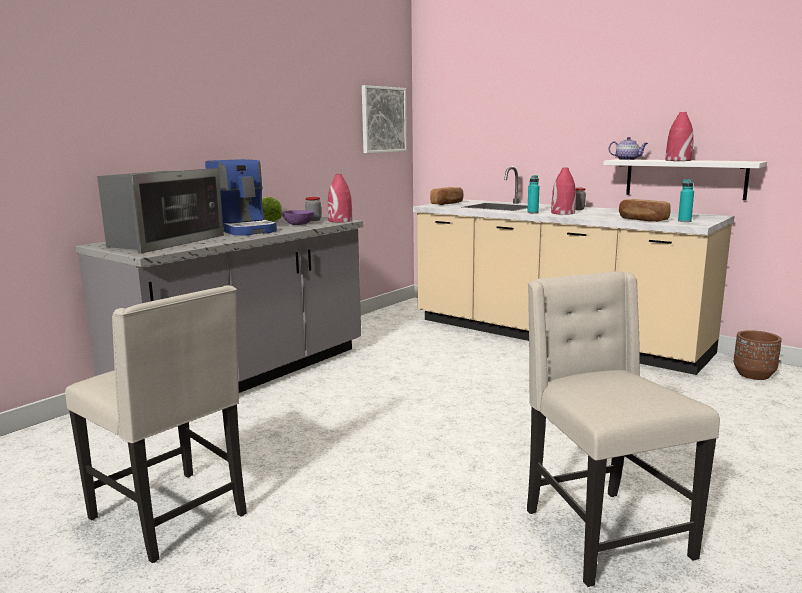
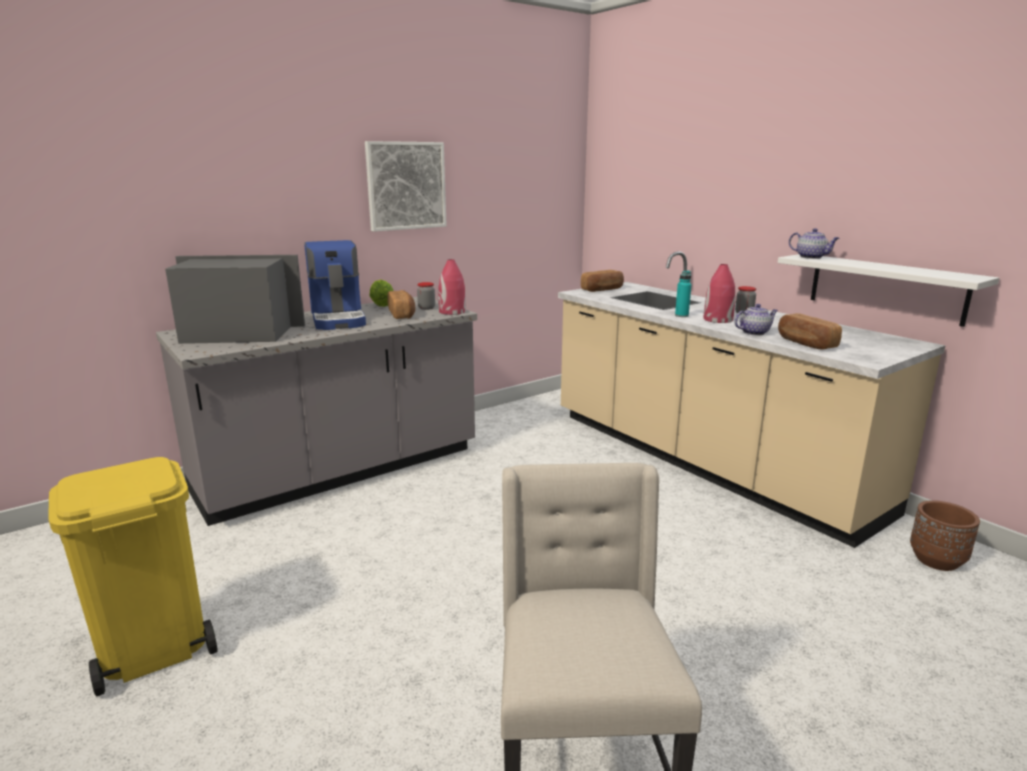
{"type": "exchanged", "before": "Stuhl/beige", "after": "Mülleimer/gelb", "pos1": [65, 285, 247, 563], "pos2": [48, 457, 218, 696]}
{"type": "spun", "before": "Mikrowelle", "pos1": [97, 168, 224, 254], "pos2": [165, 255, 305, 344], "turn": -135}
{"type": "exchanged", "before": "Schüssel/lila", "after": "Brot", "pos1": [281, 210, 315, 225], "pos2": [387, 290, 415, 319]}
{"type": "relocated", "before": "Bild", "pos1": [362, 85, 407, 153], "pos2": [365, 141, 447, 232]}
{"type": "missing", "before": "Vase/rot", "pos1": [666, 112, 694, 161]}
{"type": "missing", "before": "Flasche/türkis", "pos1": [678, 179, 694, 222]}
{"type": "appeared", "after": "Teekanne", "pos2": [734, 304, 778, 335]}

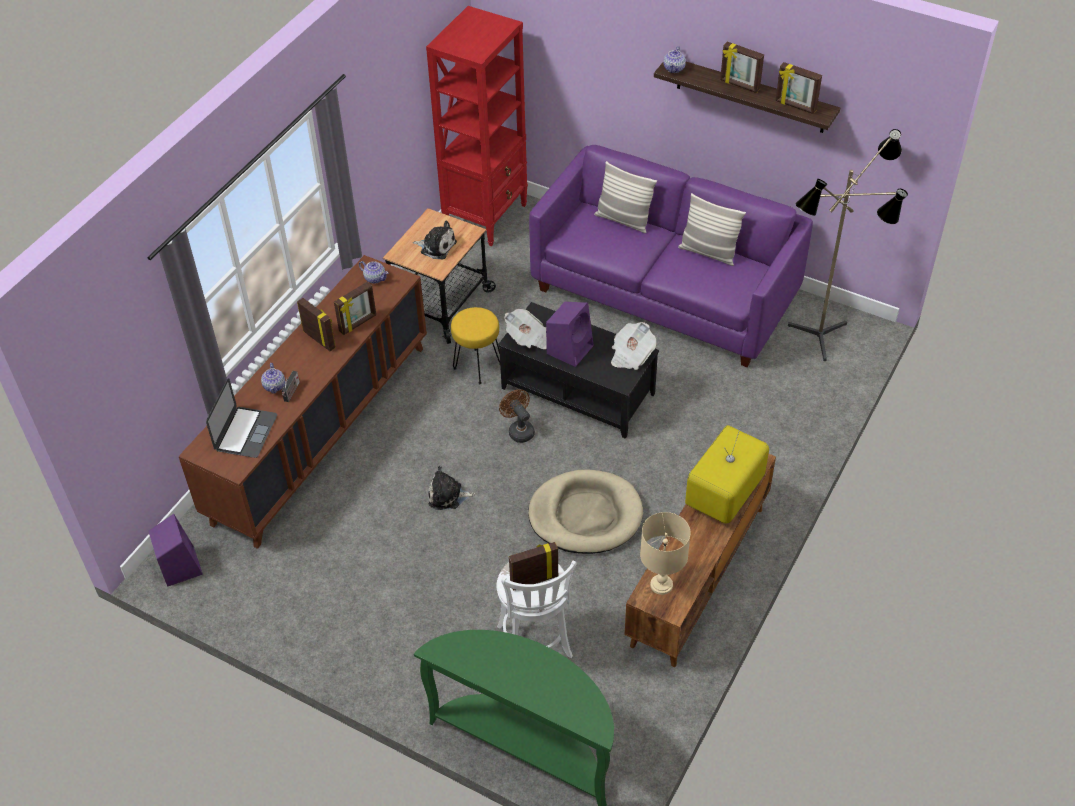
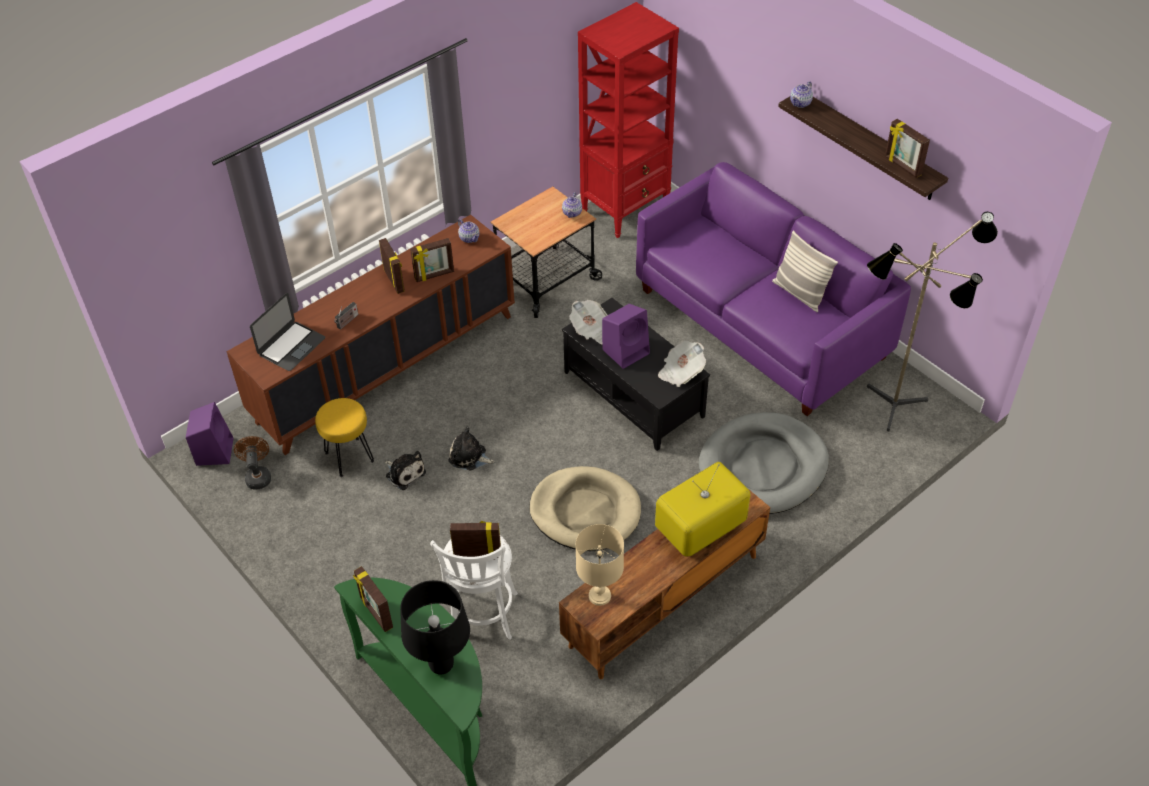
{"type": "relocated", "before": "Teekanne", "pos1": [261, 363, 285, 394], "pos2": [562, 192, 582, 218]}
{"type": "relocated", "before": "Plüschtier", "pos1": [413, 220, 457, 259], "pos2": [384, 451, 426, 490]}
{"type": "relocated", "before": "Hocker/gelb", "pos1": [451, 307, 500, 384], "pos2": [315, 398, 374, 477]}
{"type": "relocated", "before": "Ventilator/braun", "pos1": [499, 389, 535, 443], "pos2": [234, 436, 271, 489]}
{"type": "missing", "before": "Kissen", "pos1": [594, 161, 657, 233]}
{"type": "relocated", "before": "Bilderrahmen", "pos1": [720, 42, 764, 93], "pos2": [353, 566, 393, 632]}
{"type": "appeared", "after": "Tischlampe/schwarz", "pos2": [400, 580, 470, 675]}
{"type": "appeared", "after": "Hundebett/grau", "pos2": [699, 412, 829, 514]}

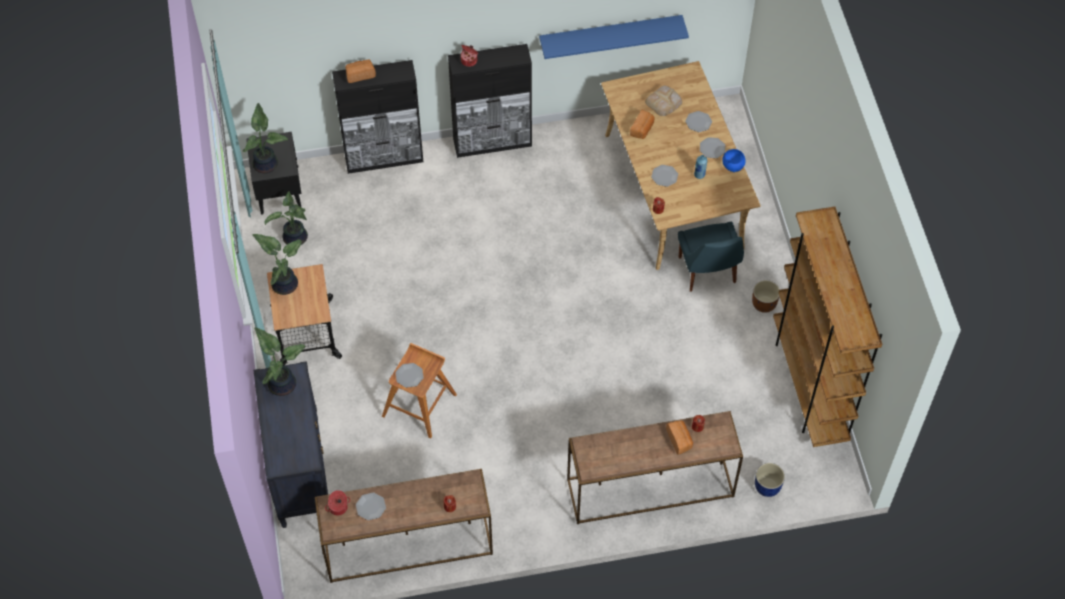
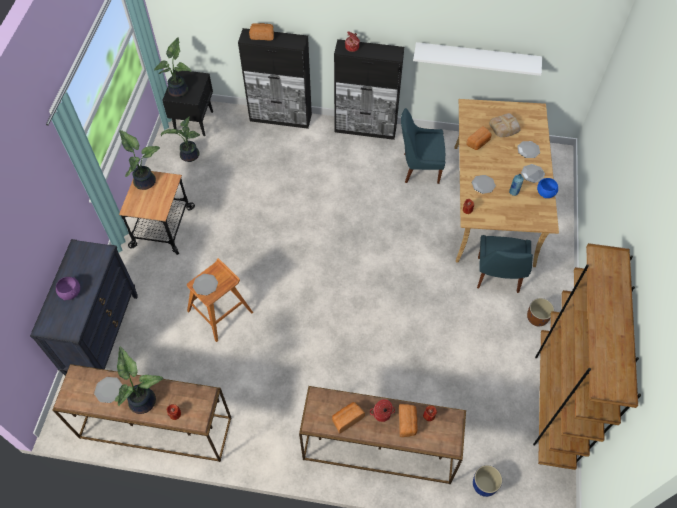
{"type": "relocated", "before": "Topfpflanze", "pos1": [254, 328, 306, 396], "pos2": [115, 347, 163, 414]}
{"type": "relocated", "before": "Kochtopf", "pos1": [325, 490, 350, 516], "pos2": [370, 399, 395, 422]}
{"type": "colour", "before": "Wandregal/blau", "after": "Wandregal/weiß", "pos1": [539, 15, 689, 59], "pos2": [413, 42, 542, 76]}
{"type": "appeared", "after": "Schüssel/lila", "pos2": [56, 277, 80, 300]}
{"type": "appeared", "after": "Brot", "pos2": [332, 402, 365, 433]}
{"type": "appeared", "after": "Stuhl/blau", "pos2": [401, 108, 445, 184]}

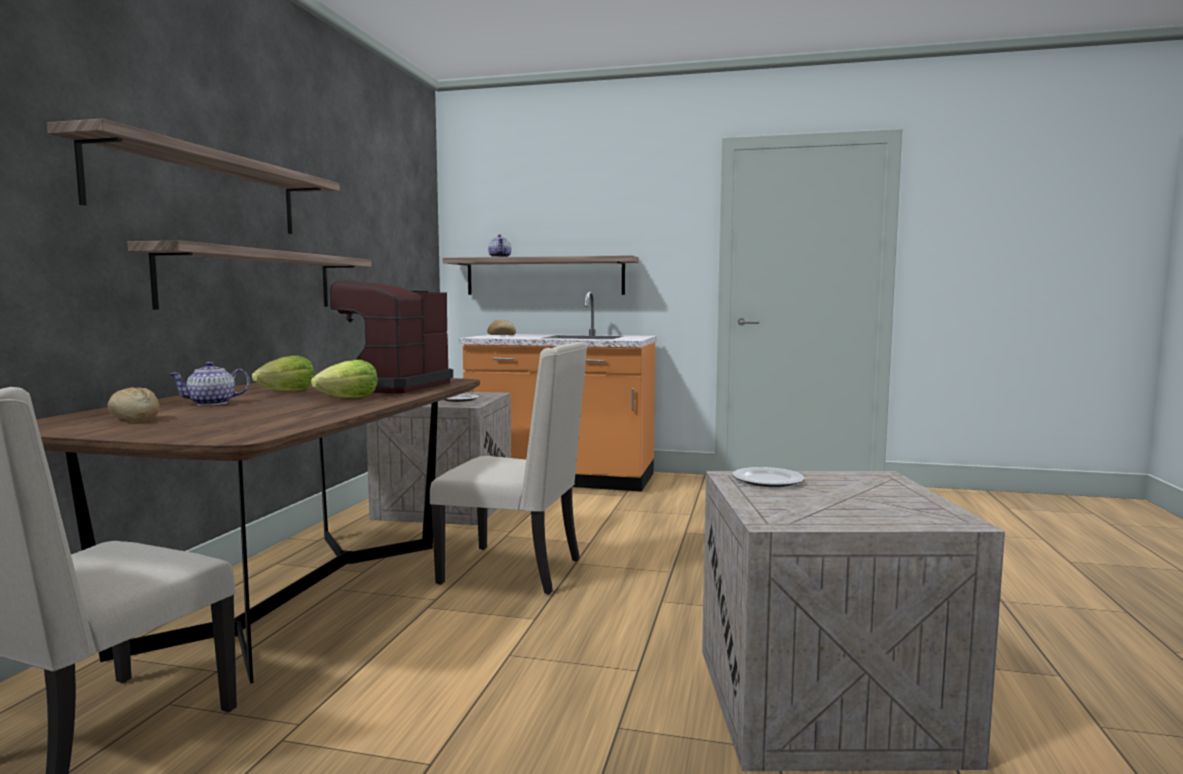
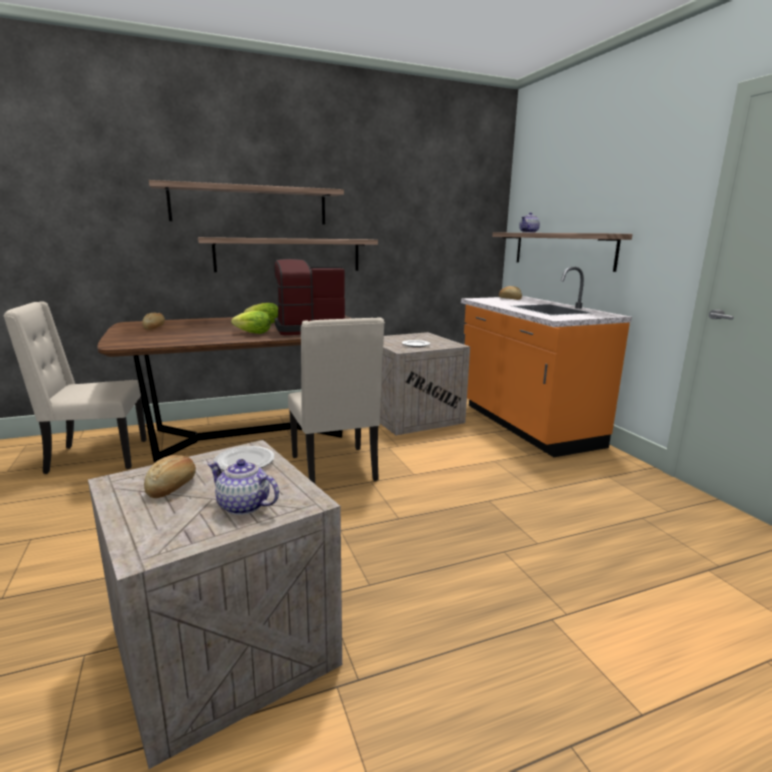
{"type": "relocated", "before": "Teekanne", "pos1": [169, 362, 250, 406], "pos2": [208, 459, 279, 515]}
{"type": "appeared", "after": "Brot", "pos2": [144, 455, 196, 498]}

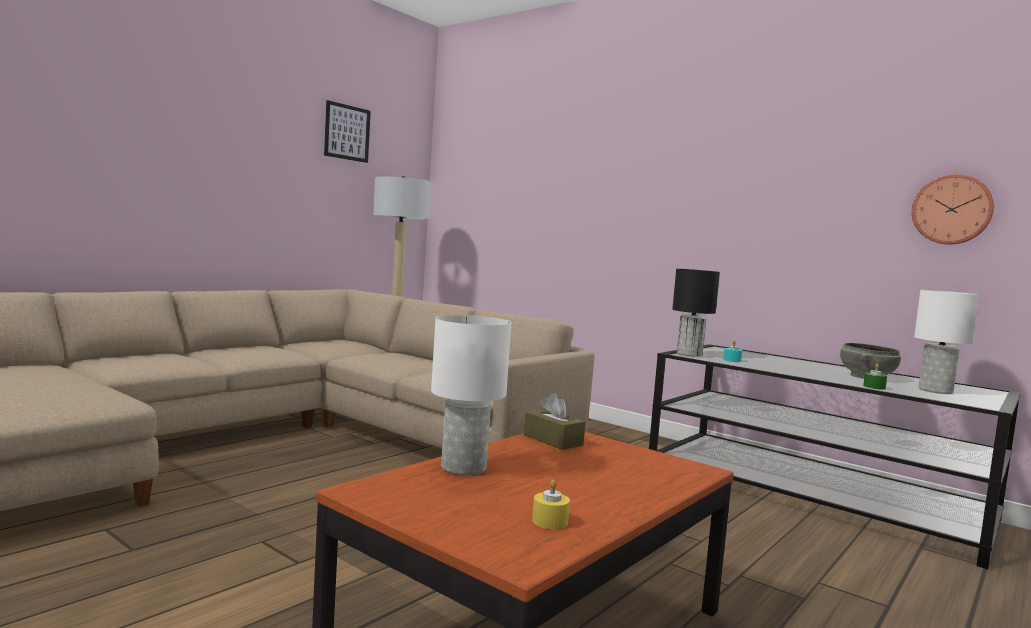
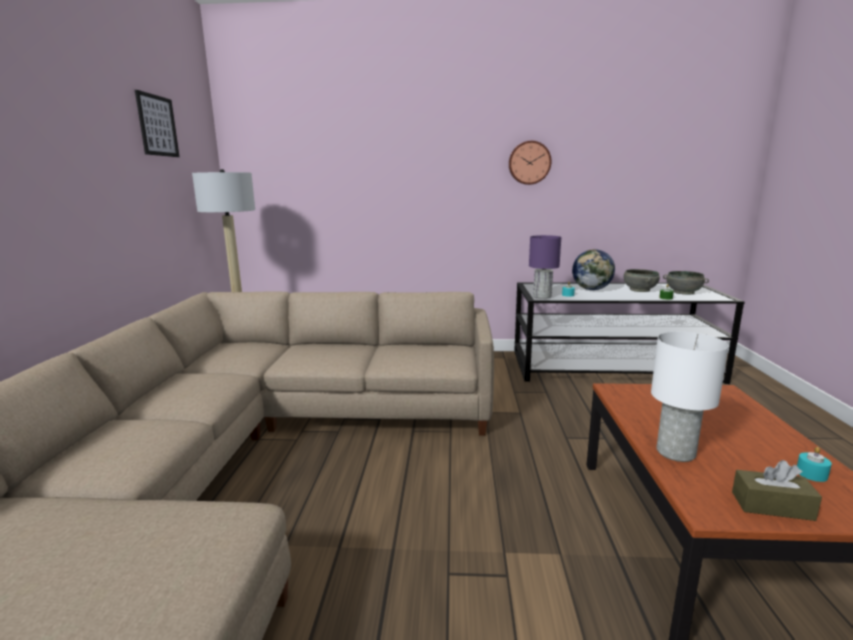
{"type": "relocated", "before": "Taschentuchbox/braun", "pos1": [524, 393, 585, 450], "pos2": [732, 460, 822, 521]}
{"type": "colour", "before": "Kerze/gelb", "after": "Kerze/türkis", "pos1": [532, 480, 570, 529], "pos2": [797, 447, 832, 482]}
{"type": "colour", "before": "Tischlampe/schwarz", "after": "Tischlampe/lila", "pos1": [672, 269, 720, 357], "pos2": [529, 235, 561, 299]}
{"type": "relocated", "before": "Wanduhr", "pos1": [912, 174, 994, 245], "pos2": [509, 141, 552, 185]}
{"type": "exchanged", "before": "Tischlampe/weiß", "after": "Schüssel/grau", "pos1": [914, 290, 979, 394], "pos2": [663, 271, 709, 295]}
{"type": "appeared", "after": "Globus", "pos2": [572, 249, 615, 290]}

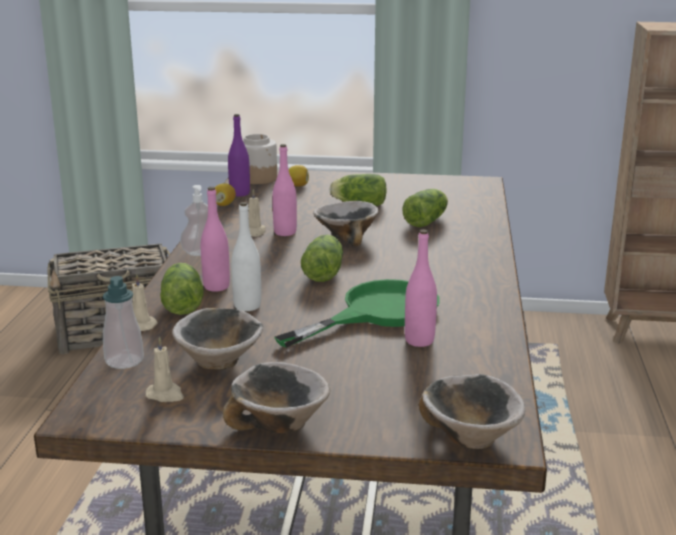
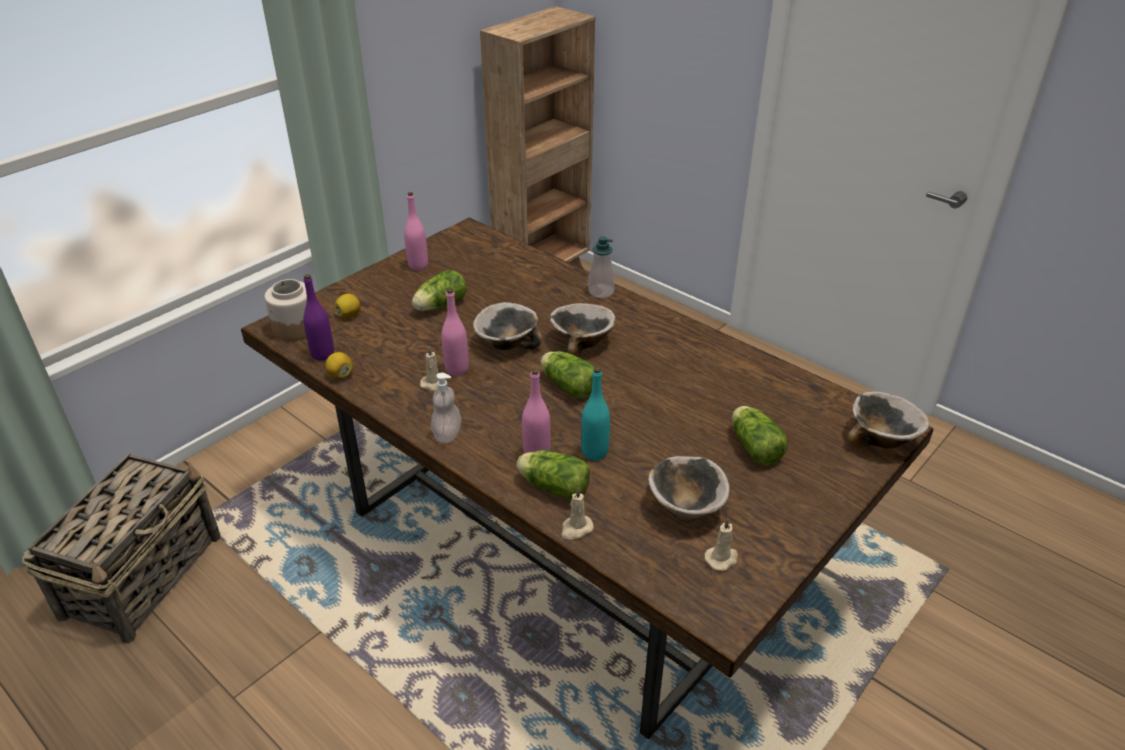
{"type": "relocated", "before": "Seifenspender", "pos1": [103, 276, 144, 369], "pos2": [588, 236, 615, 298]}
{"type": "relocated", "before": "Schüssel", "pos1": [223, 362, 330, 433], "pos2": [549, 303, 616, 357]}
{"type": "colour", "before": "Flasche/weiß", "after": "Flasche/türkis", "pos1": [231, 202, 261, 311], "pos2": [581, 367, 610, 460]}
{"type": "missing", "before": "Pfanne/grün", "pos1": [274, 279, 439, 348]}
{"type": "relocated", "before": "Salatkopf", "pos1": [403, 189, 448, 227], "pos2": [732, 406, 788, 465]}
{"type": "relocated", "before": "Flasche/rosa", "pos1": [405, 229, 437, 347], "pos2": [404, 192, 428, 270]}

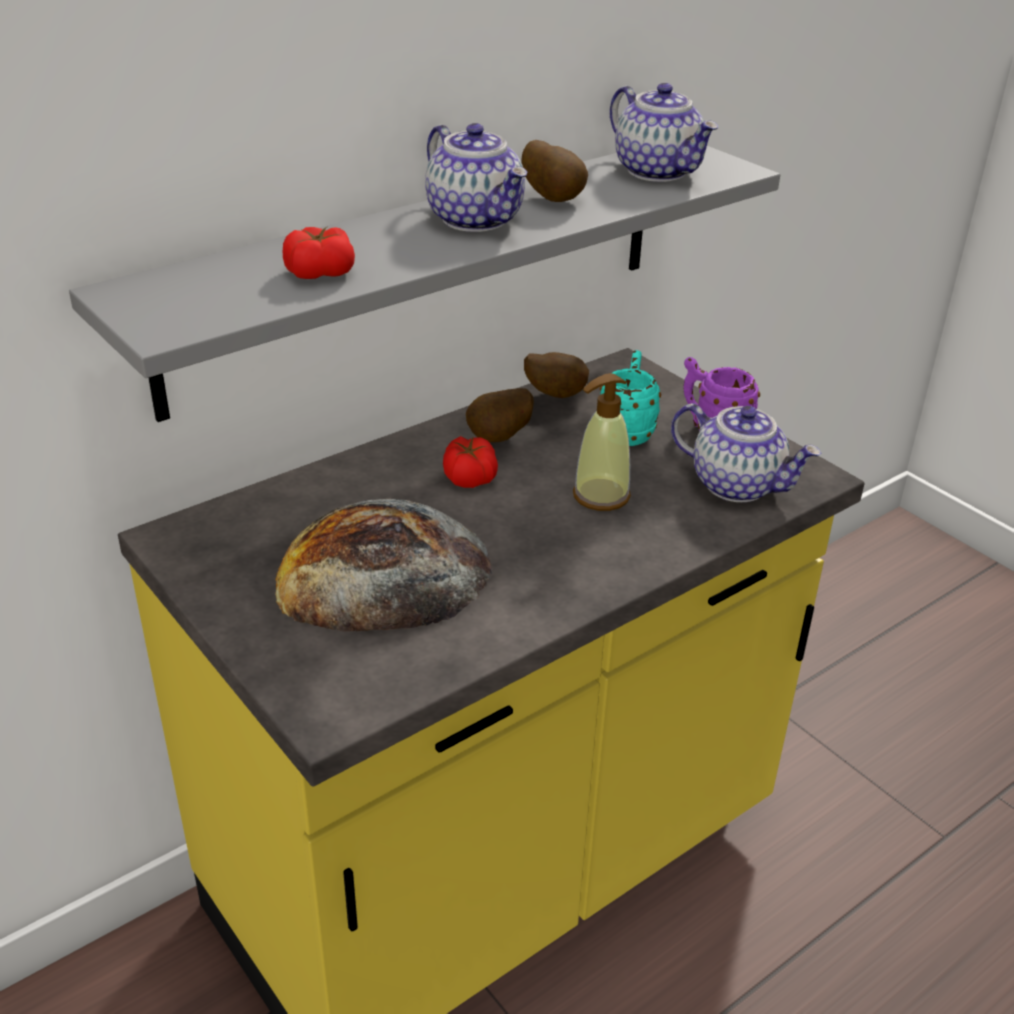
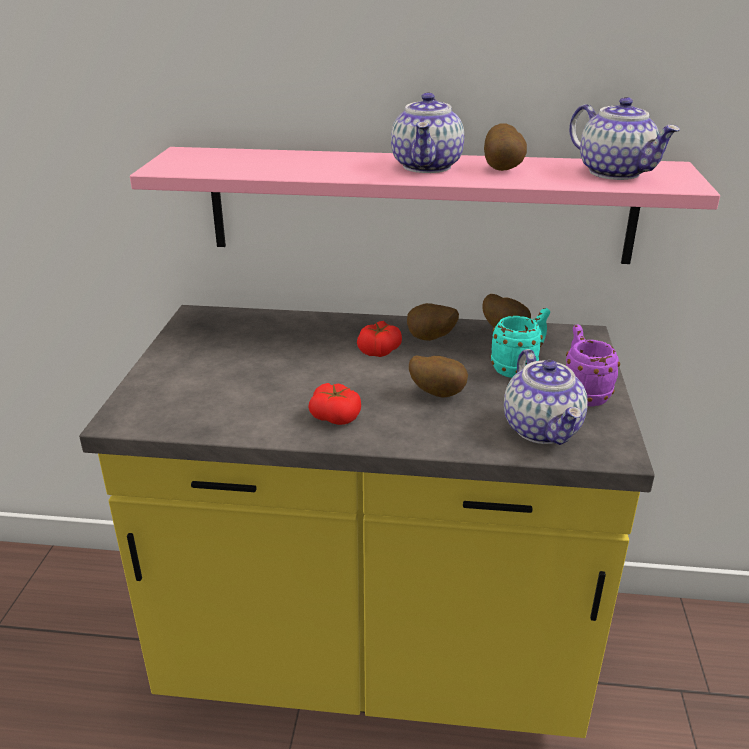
{"type": "colour", "before": "Wandregal/grau", "after": "Wandregal/rosa", "pos1": [69, 146, 780, 422], "pos2": [130, 147, 720, 264]}
{"type": "missing", "before": "Brot", "pos1": [275, 499, 493, 631]}
{"type": "relocated", "before": "Tomate", "pos1": [283, 226, 355, 279], "pos2": [308, 383, 361, 425]}
{"type": "exchanged", "before": "Seifenspender", "after": "Kartoffel", "pos1": [573, 373, 631, 511], "pos2": [409, 355, 468, 398]}
{"type": "spun", "before": "Teekanne", "pos1": [610, 83, 718, 182], "pos2": [569, 97, 680, 180], "turn": -45}

